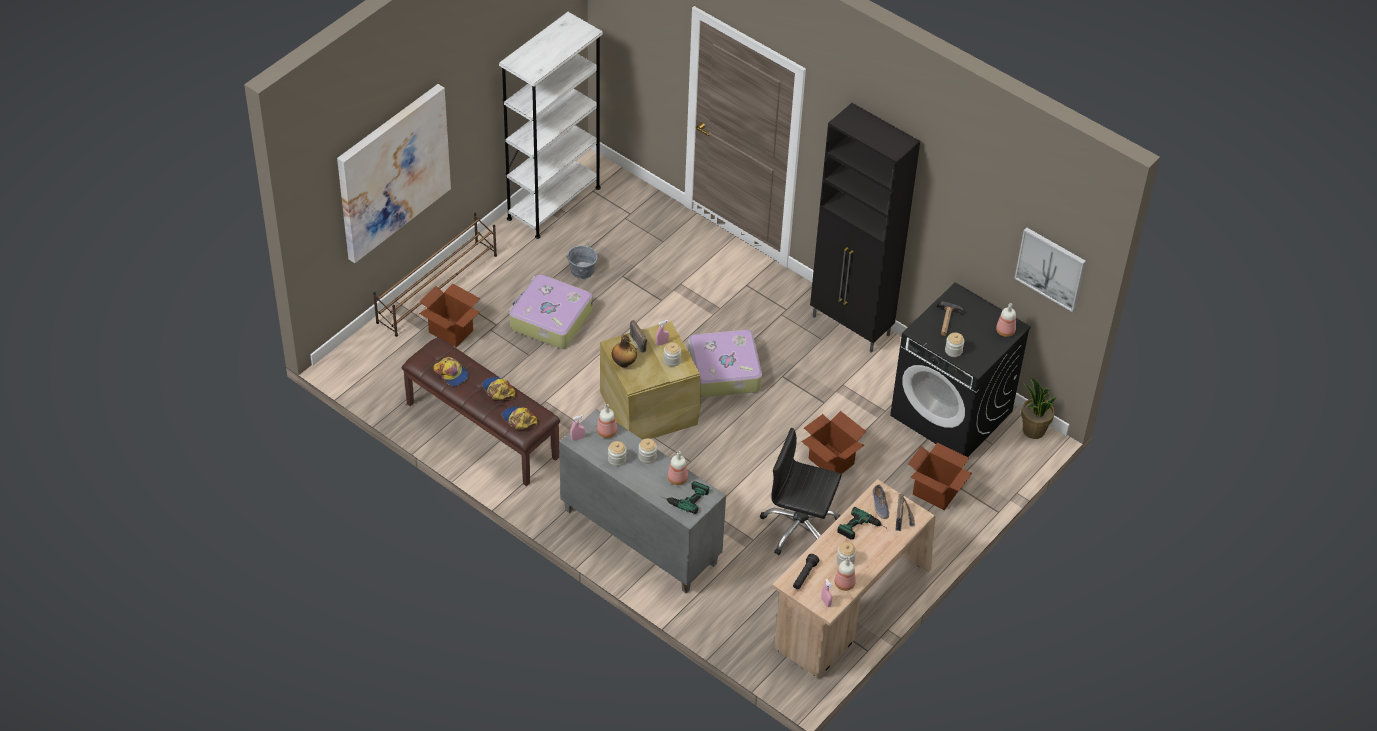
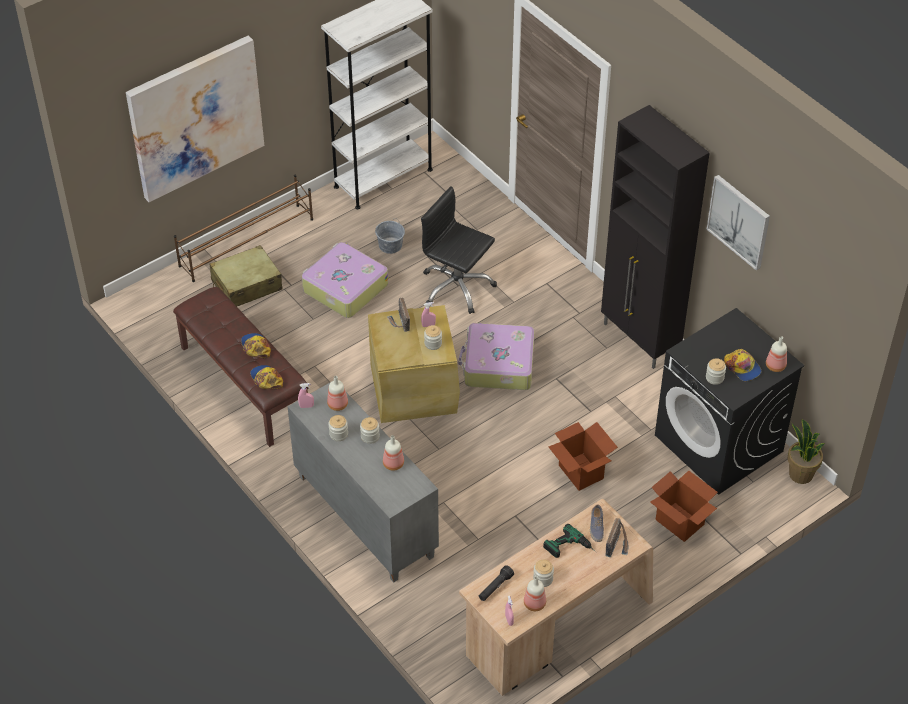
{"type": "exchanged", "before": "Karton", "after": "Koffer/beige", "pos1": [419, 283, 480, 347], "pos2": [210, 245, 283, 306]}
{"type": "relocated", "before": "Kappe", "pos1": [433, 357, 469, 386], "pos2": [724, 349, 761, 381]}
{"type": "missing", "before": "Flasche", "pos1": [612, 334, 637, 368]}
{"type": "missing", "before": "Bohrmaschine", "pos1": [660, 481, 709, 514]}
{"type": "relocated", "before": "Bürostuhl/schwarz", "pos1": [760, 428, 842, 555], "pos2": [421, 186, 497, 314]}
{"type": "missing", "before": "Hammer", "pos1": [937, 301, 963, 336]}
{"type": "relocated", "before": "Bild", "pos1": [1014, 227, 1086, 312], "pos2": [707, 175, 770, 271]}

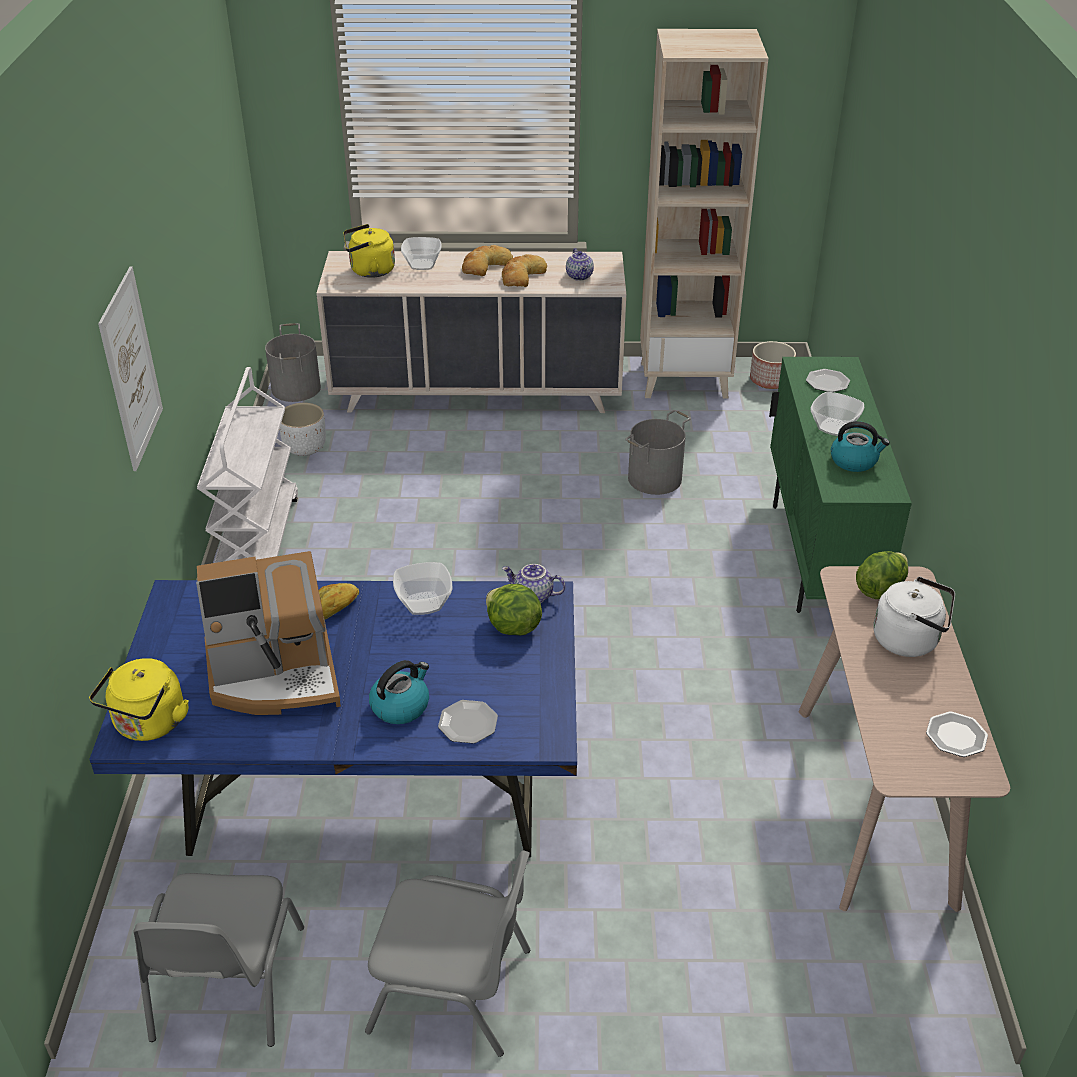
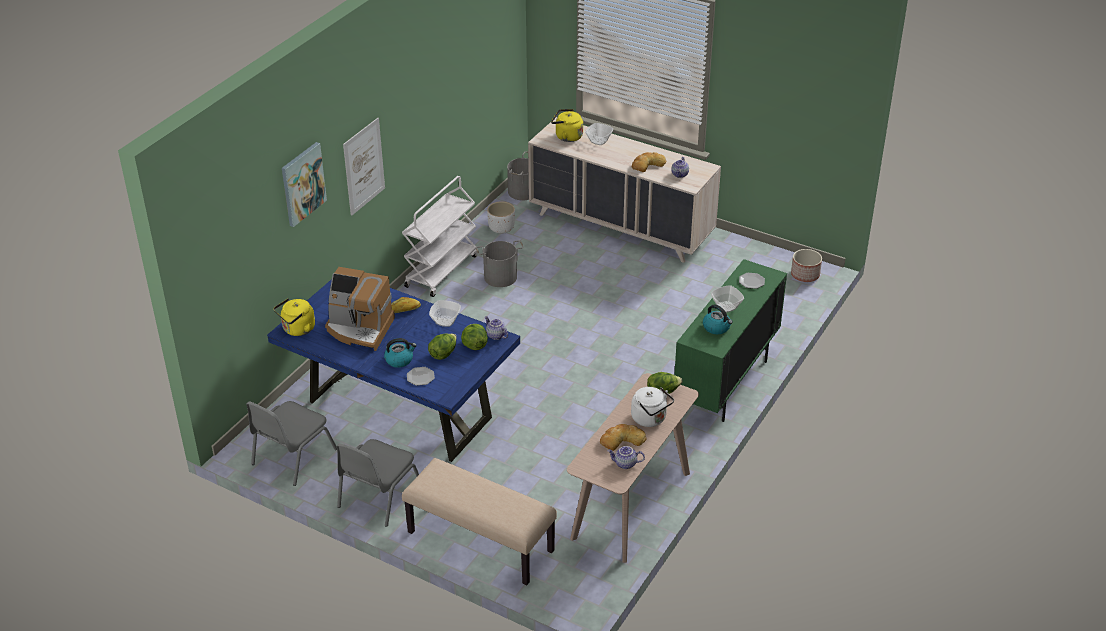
{"type": "spun", "before": "Stuhl/grau", "pos1": [365, 850, 530, 1057], "pos2": [337, 439, 419, 527], "turn": 75}
{"type": "relocated", "before": "Brot", "pos1": [462, 245, 513, 276], "pos2": [600, 424, 646, 451]}
{"type": "relocated", "before": "Eimer/grau", "pos1": [625, 410, 691, 495], "pos2": [476, 240, 524, 287]}
{"type": "missing", "before": "Bücherregal/beige", "pos1": [640, 29, 768, 399]}
{"type": "exchanged", "before": "Teller", "after": "Teekanne", "pos1": [926, 712, 988, 757], "pos2": [607, 446, 645, 469]}
{"type": "appeared", "after": "Bild", "pos2": [282, 142, 327, 227]}
{"type": "appeared", "after": "Bank/beige", "pos2": [402, 458, 557, 585]}
{"type": "appeared", "after": "Salatkopf", "pos2": [428, 334, 457, 360]}

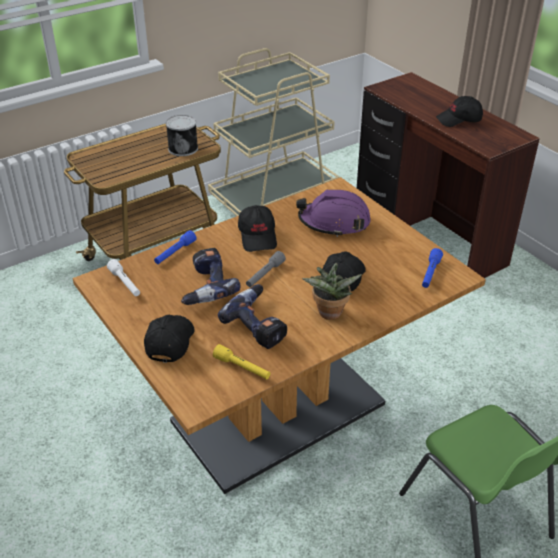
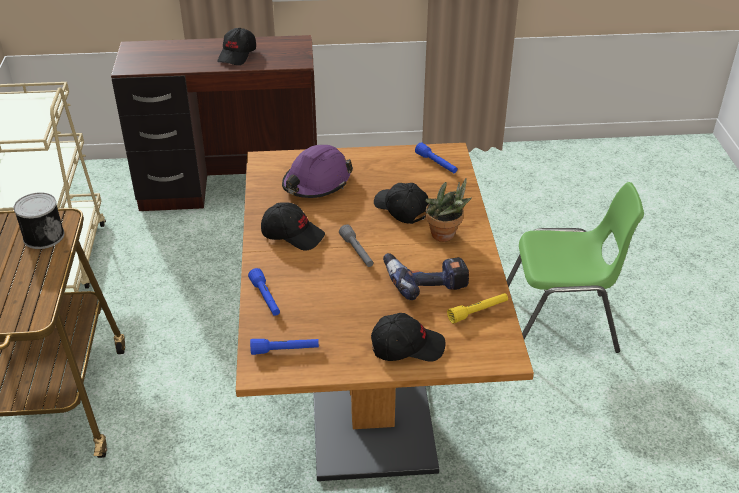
{"type": "colour", "before": "Taschenlampe/weiß", "after": "Taschenlampe/blau", "pos1": [107, 259, 140, 296], "pos2": [250, 339, 319, 355]}
{"type": "spun", "before": "Kappe/schwarz", "pos1": [144, 315, 195, 363], "pos2": [371, 313, 446, 362], "turn": 135}
{"type": "missing", "before": "Bohrmaschine", "pos1": [181, 248, 241, 305]}

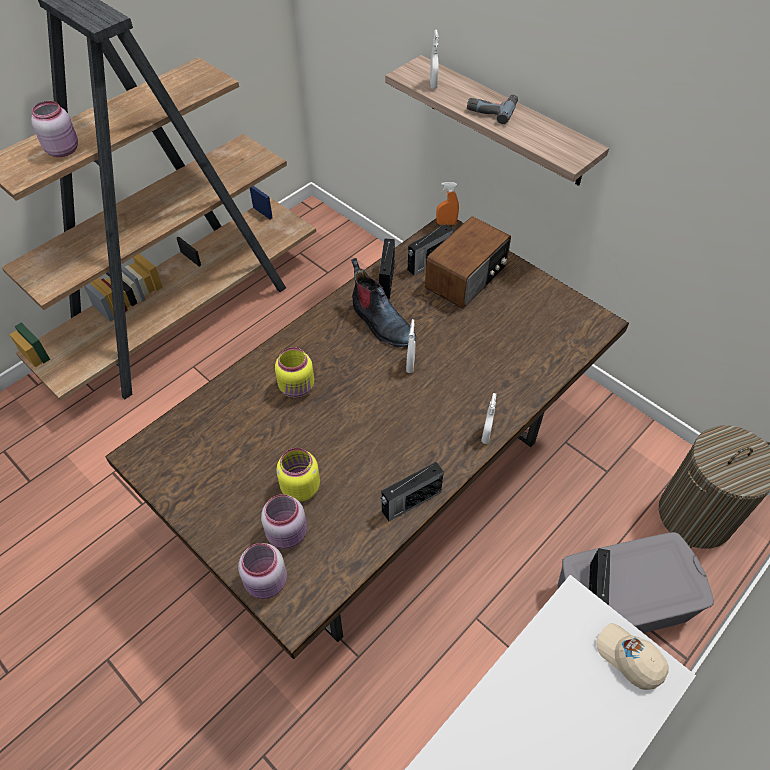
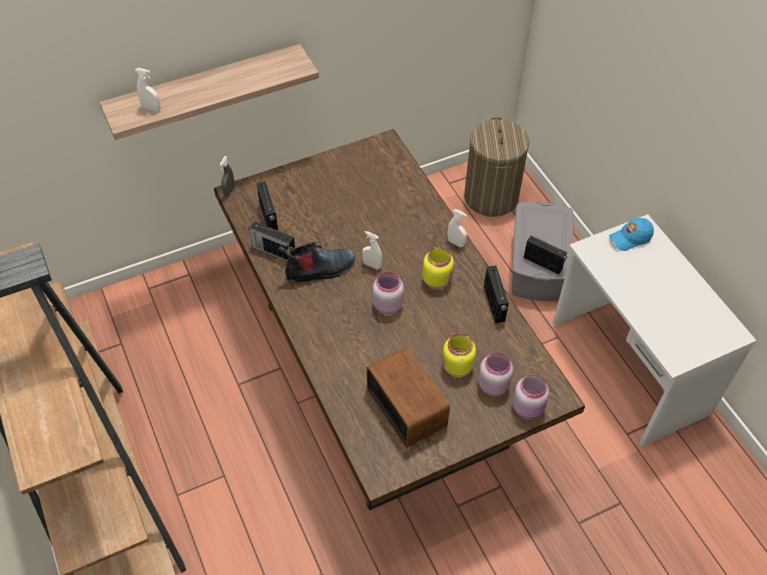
{"type": "relocated", "before": "Vorratsglas/rosa", "pos1": [31, 101, 78, 157], "pos2": [373, 272, 404, 314]}
{"type": "relocated", "before": "Vorratsglas/gelb", "pos1": [275, 347, 314, 399], "pos2": [423, 247, 454, 289]}
{"type": "relocated", "before": "Radio", "pos1": [425, 216, 511, 309], "pos2": [366, 347, 450, 448]}
{"type": "colour", "before": "Sprühflasche/orange", "after": "Sprühflasche/grau", "pos1": [436, 182, 459, 225], "pos2": [220, 156, 235, 197]}
{"type": "missing", "before": "Bohrmaschine", "pos1": [467, 95, 518, 124]}
{"type": "colour", "before": "Kappe/beige", "after": "Kappe/blau", "pos1": [596, 623, 668, 690], "pos2": [609, 218, 654, 251]}

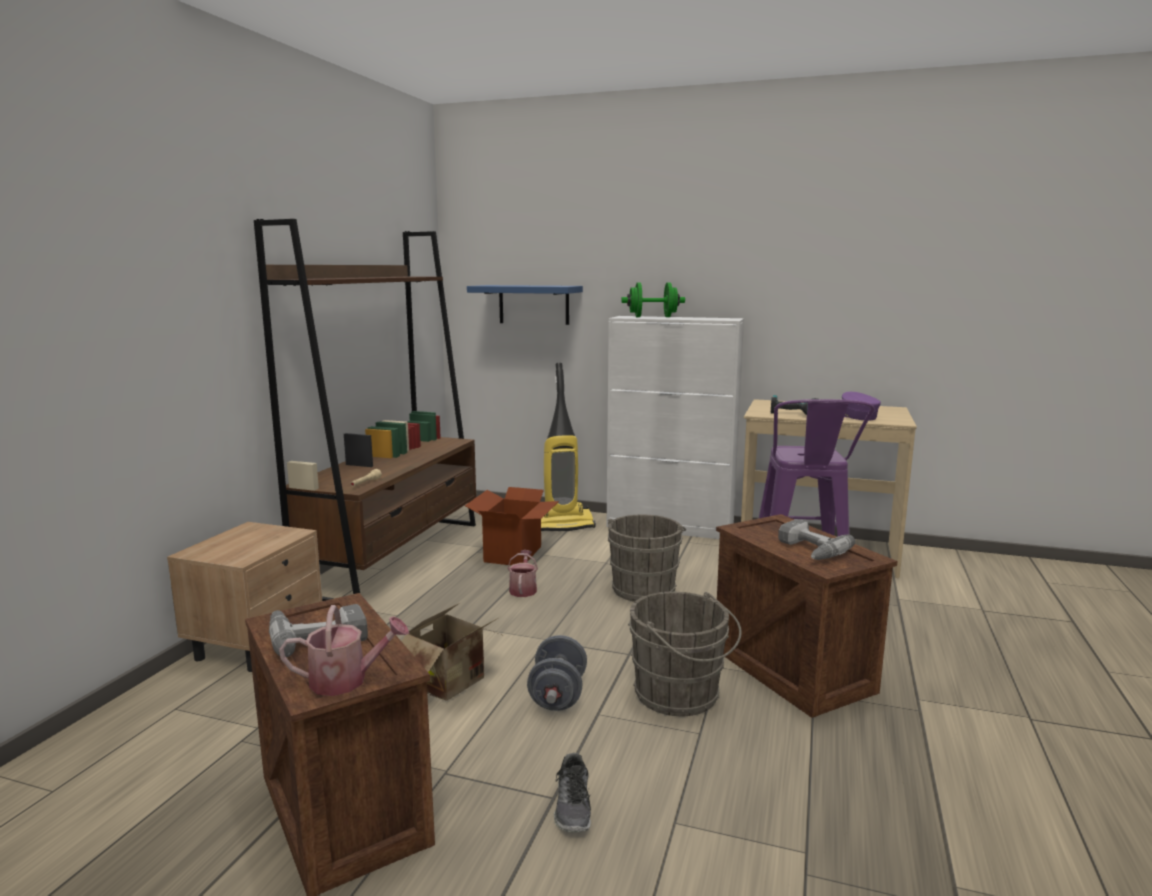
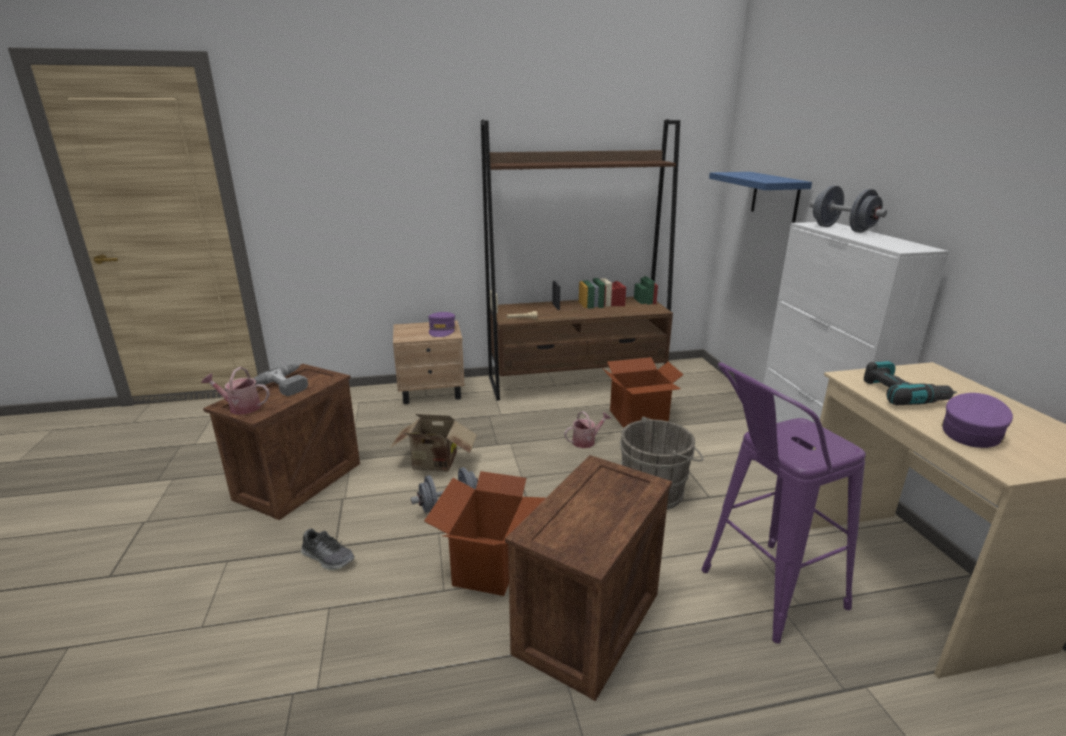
{"type": "spun", "before": "Gießkanne", "pos1": [279, 605, 409, 696], "pos2": [201, 367, 270, 415], "turn": 135}
{"type": "missing", "before": "Staubsauger", "pos1": [541, 363, 596, 531]}
{"type": "spun", "before": "Schuh", "pos1": [554, 753, 591, 832], "pos2": [301, 529, 355, 570], "turn": -120}
{"type": "colour", "before": "Hantel/grün", "after": "Hantel/grau", "pos1": [621, 282, 685, 317], "pos2": [810, 185, 887, 233]}
{"type": "exchanged", "before": "Eimer/grau", "after": "Karton", "pos1": [628, 592, 742, 717], "pos2": [424, 471, 546, 596]}
{"type": "missing", "before": "Bohrmaschine", "pos1": [778, 519, 855, 560]}
{"type": "appeared", "after": "Kappe/lila", "pos2": [428, 312, 455, 337]}

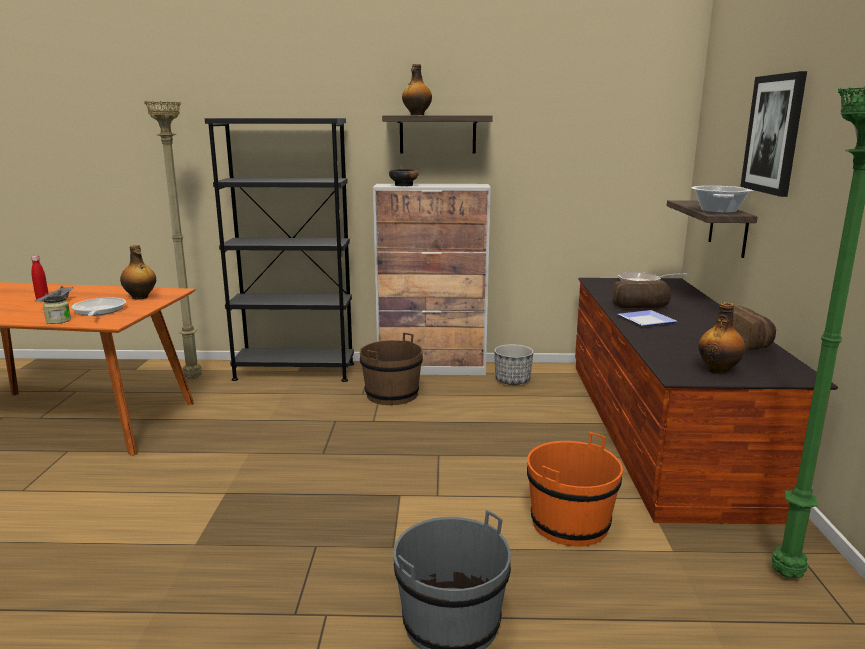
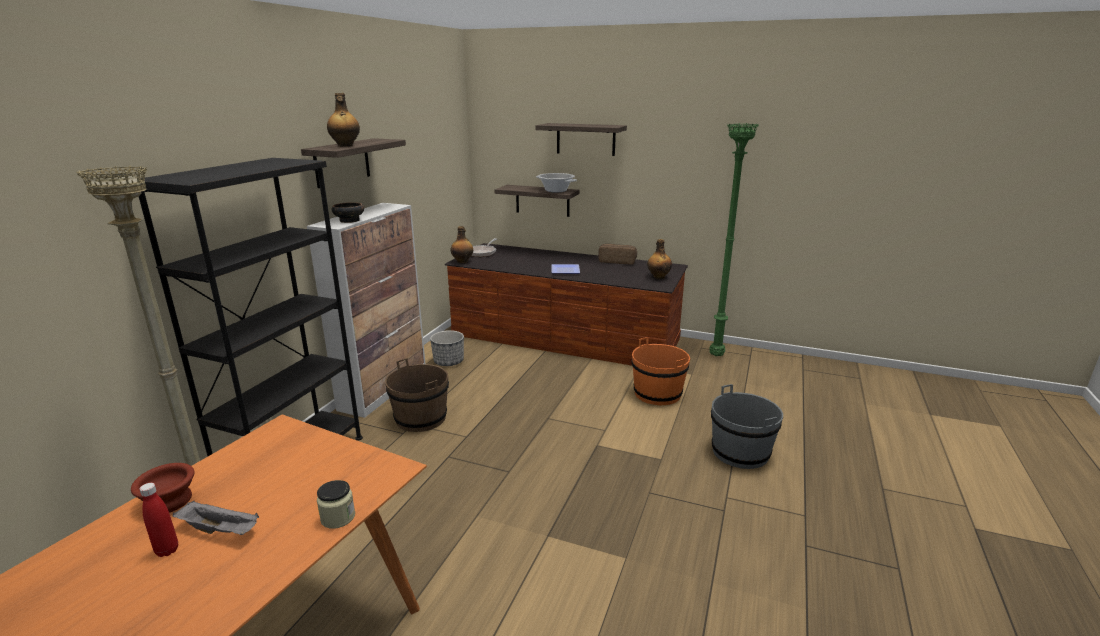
{"type": "missing", "before": "Pfanne", "pos1": [71, 298, 126, 316]}
{"type": "relocated", "before": "Flasche", "pos1": [120, 245, 156, 300], "pos2": [450, 226, 473, 264]}
{"type": "missing", "before": "Brot", "pos1": [612, 280, 671, 308]}
{"type": "exchanged", "before": "Bild", "after": "Wandregal", "pos1": [740, 71, 807, 197], "pos2": [536, 123, 627, 156]}
{"type": "appeared", "after": "Schüssel/braun", "pos2": [131, 463, 194, 513]}

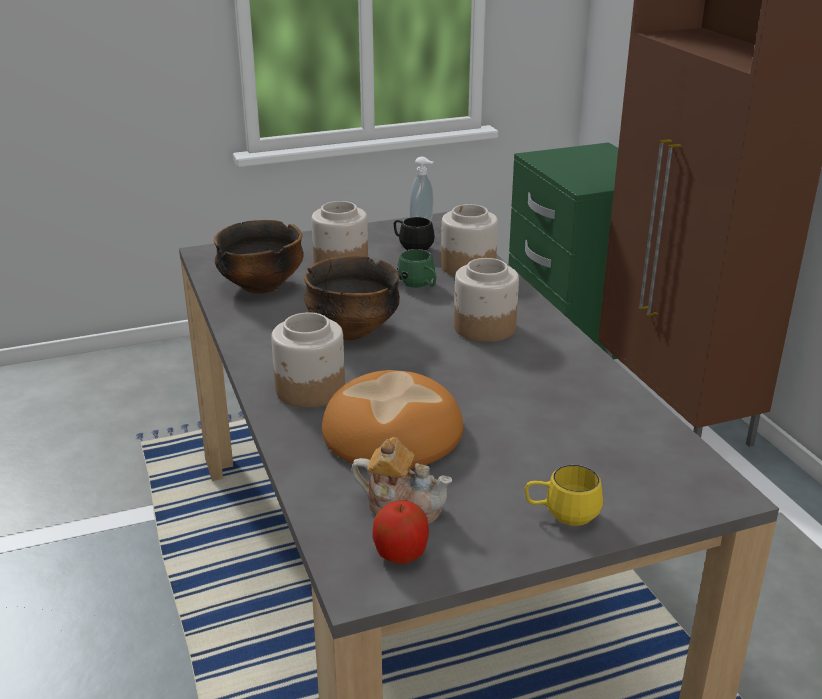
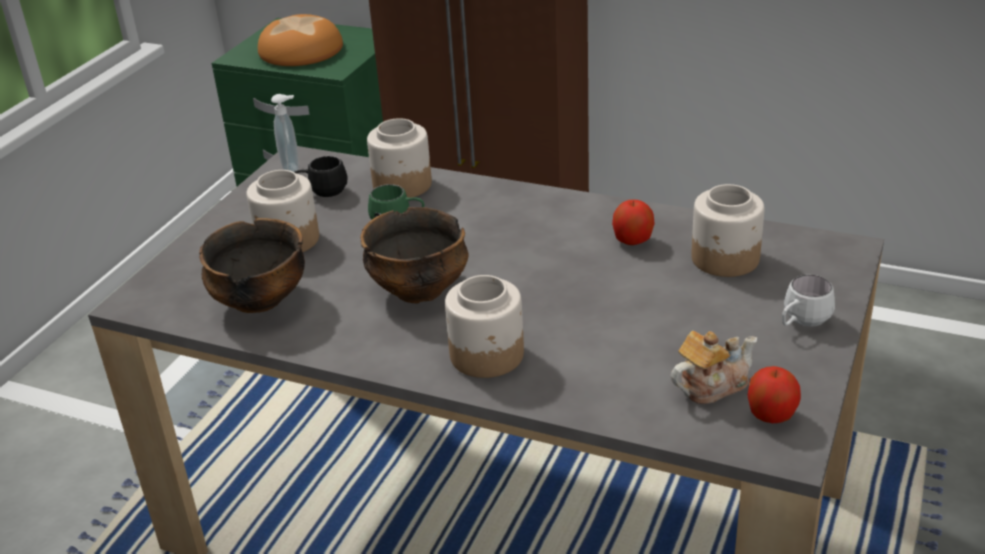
{"type": "relocated", "before": "Brot", "pos1": [322, 370, 463, 469], "pos2": [258, 14, 343, 66]}
{"type": "relocated", "before": "Vorratsglas", "pos1": [454, 258, 519, 342], "pos2": [691, 184, 764, 277]}
{"type": "colour", "before": "Henkelbecher/gelb", "after": "Henkelbecher/weiß", "pos1": [525, 465, 603, 526], "pos2": [782, 275, 835, 327]}
{"type": "appeared", "after": "Apfel", "pos2": [612, 200, 655, 245]}

